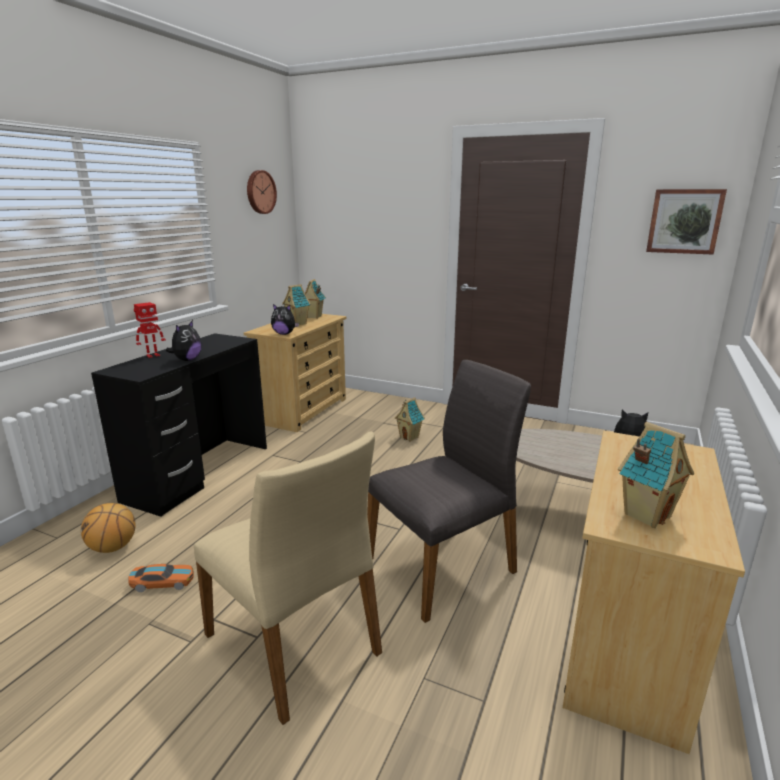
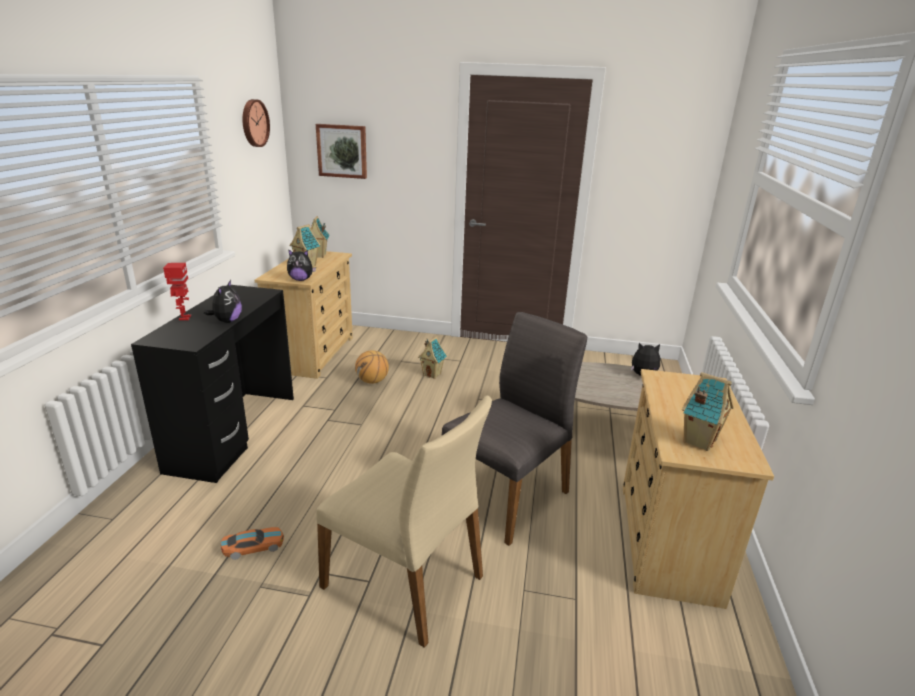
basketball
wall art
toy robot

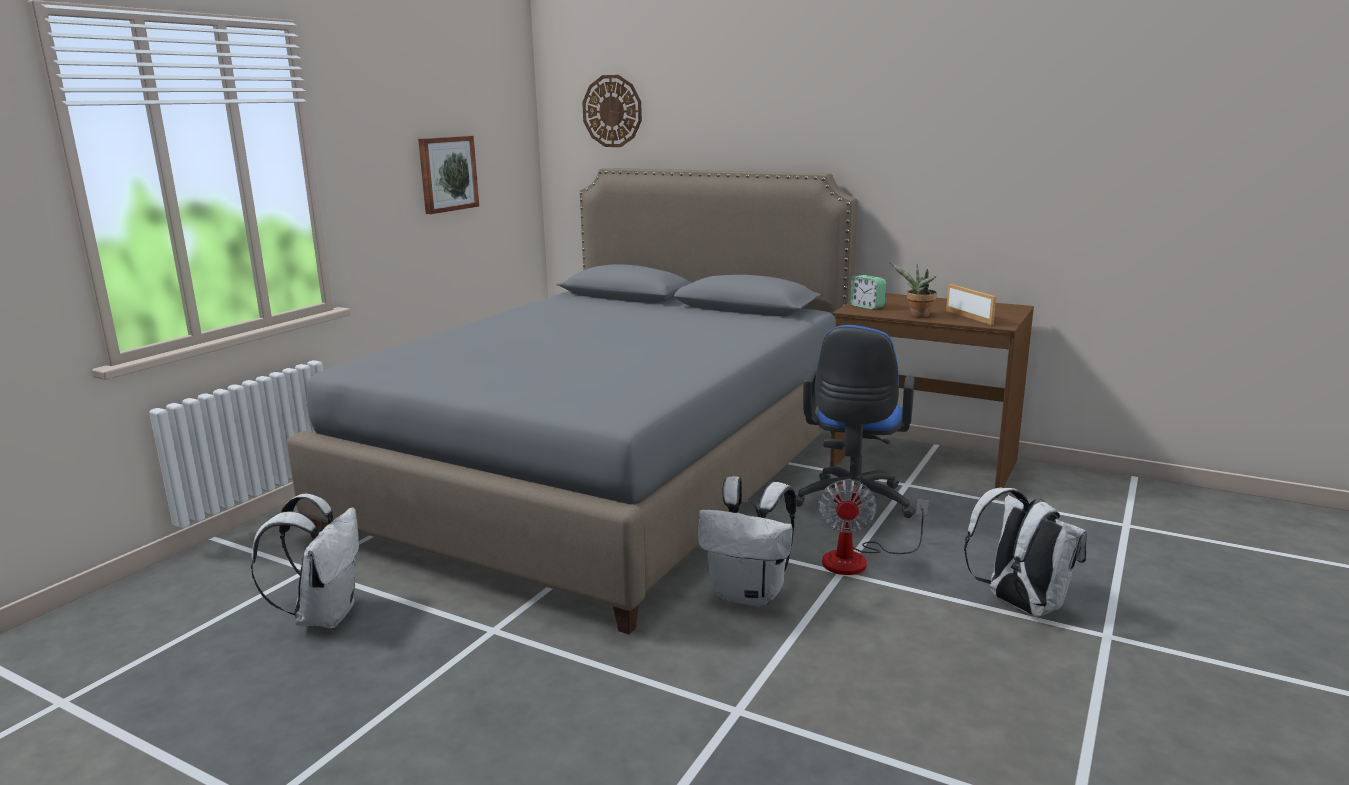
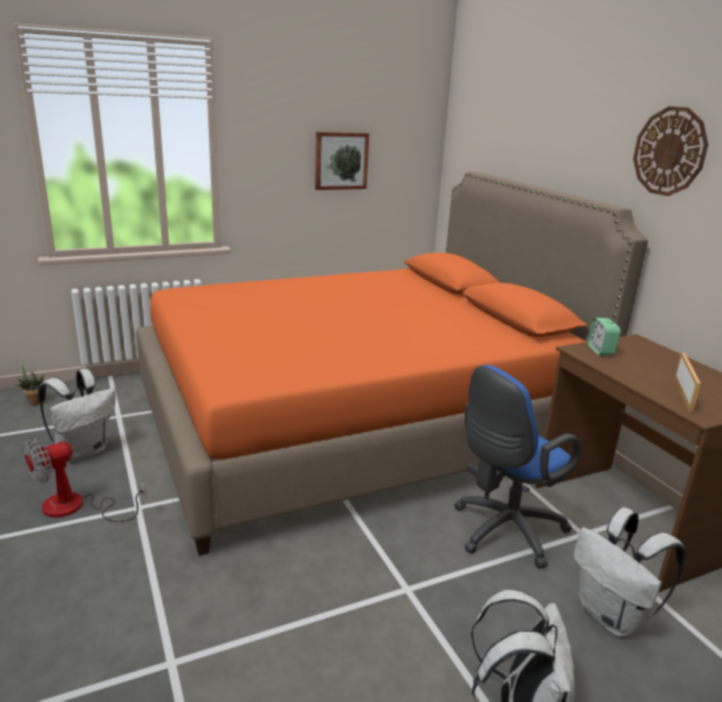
clock on the wall
white-coloured knapsack (3rd from left)
electric fan
plant in a pot
orange-coloured sleeping bed

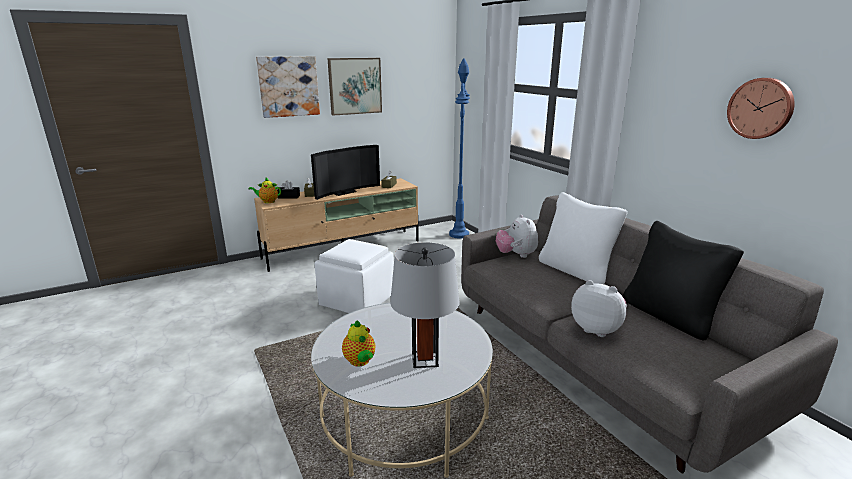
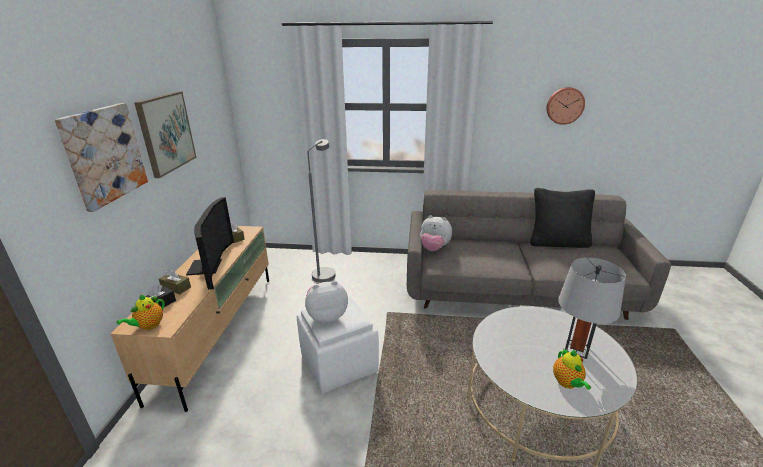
blue standard lamp
white-coloured throw pillow
grey standard lamp
cuddly toy (1st from left)
pot for tea (2nd from left)

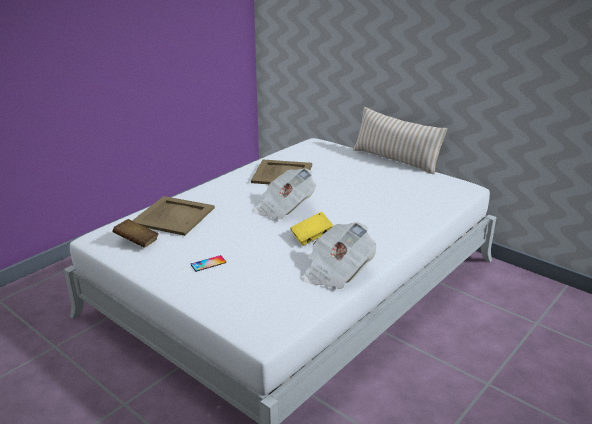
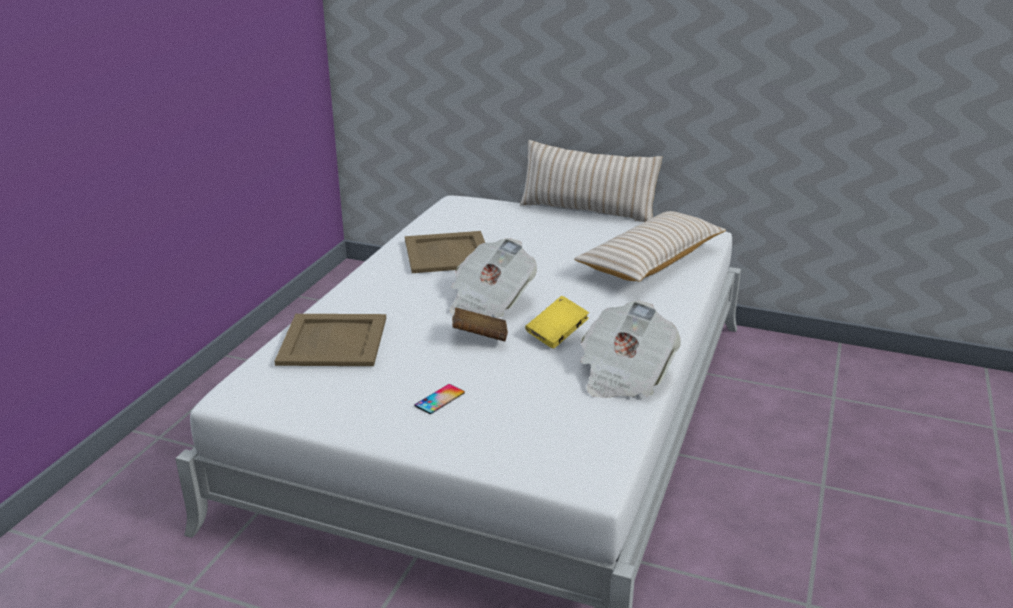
sand-coloured throw pillow (2nd from left)
brownish book

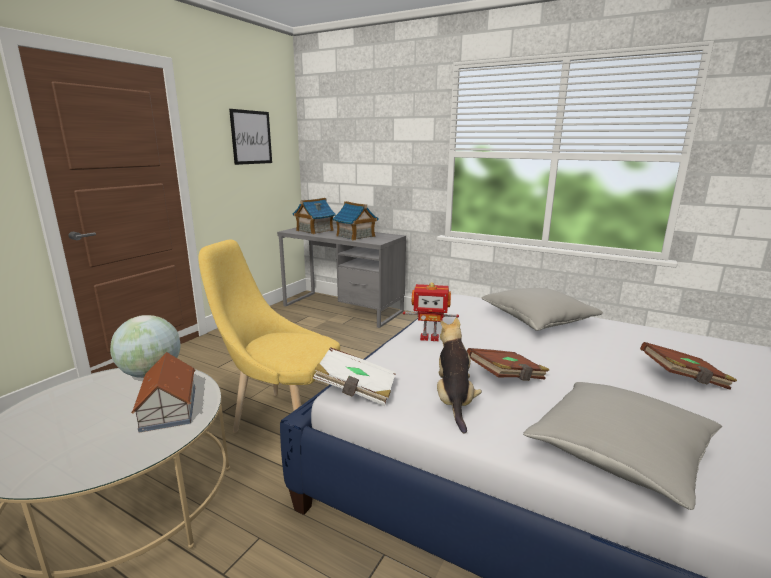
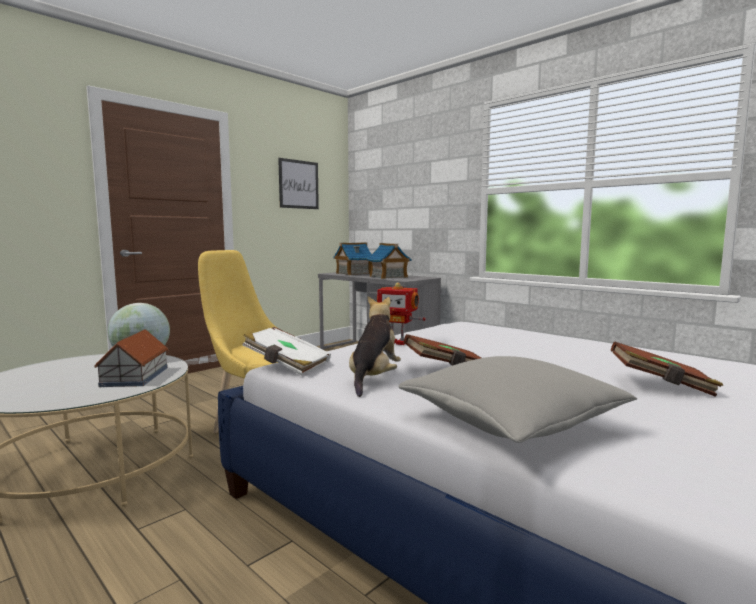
grey throw pillow (1st from left in the first image)

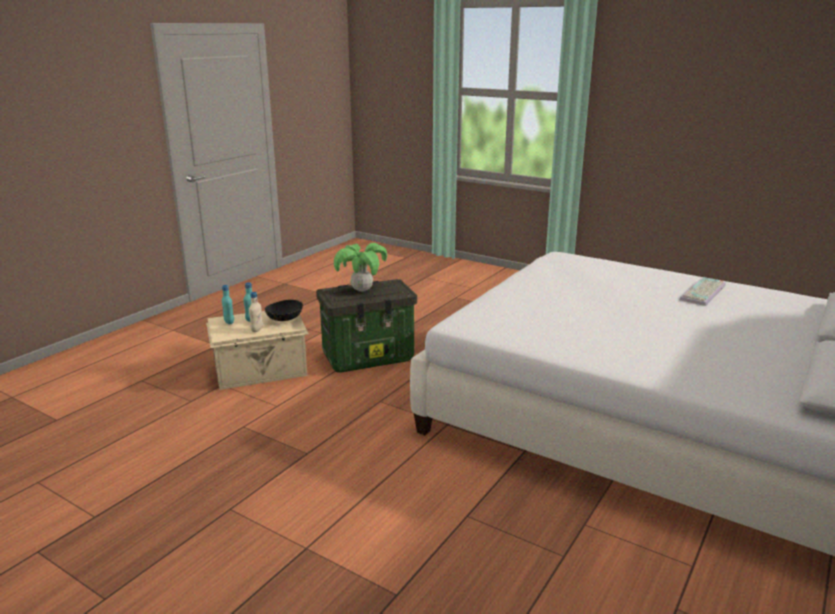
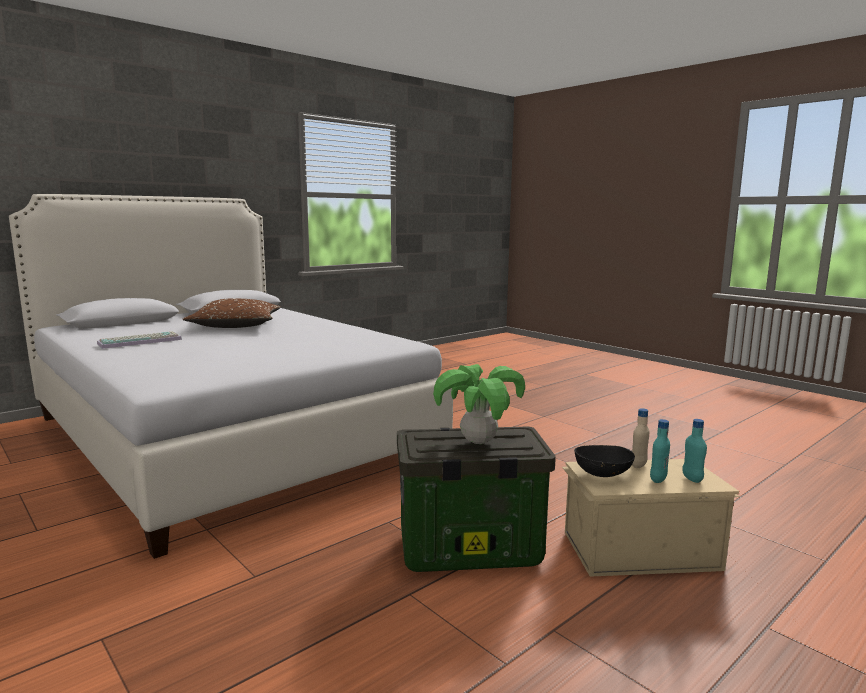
brownish throw pillow

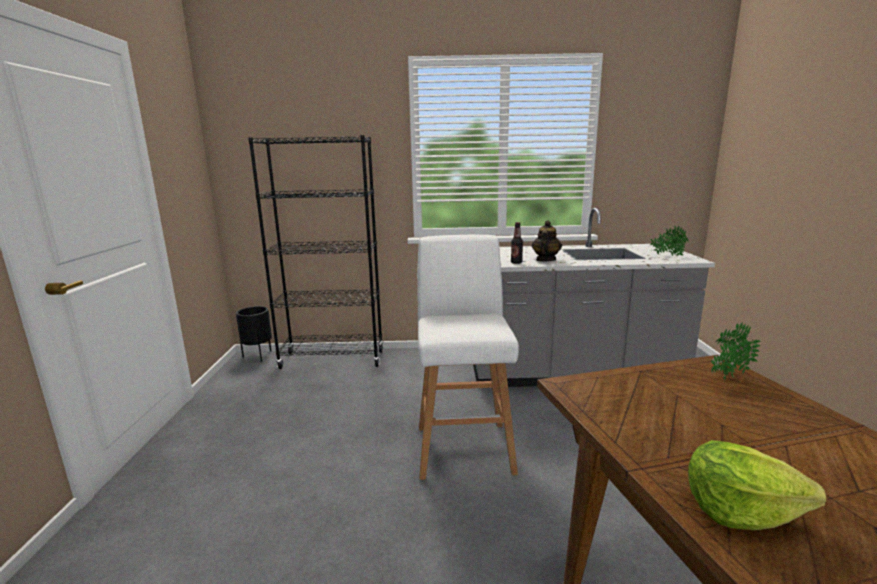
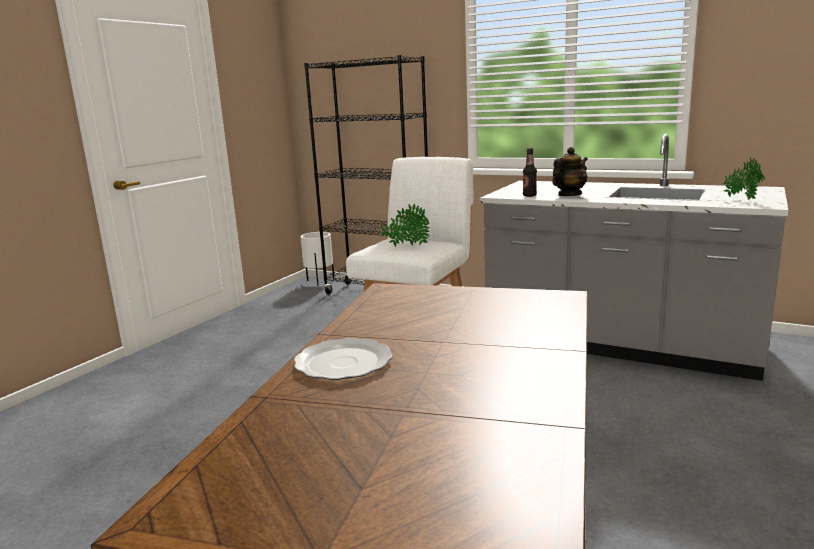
plant in a pot (1st from left)
plate
white-coloured flower pot

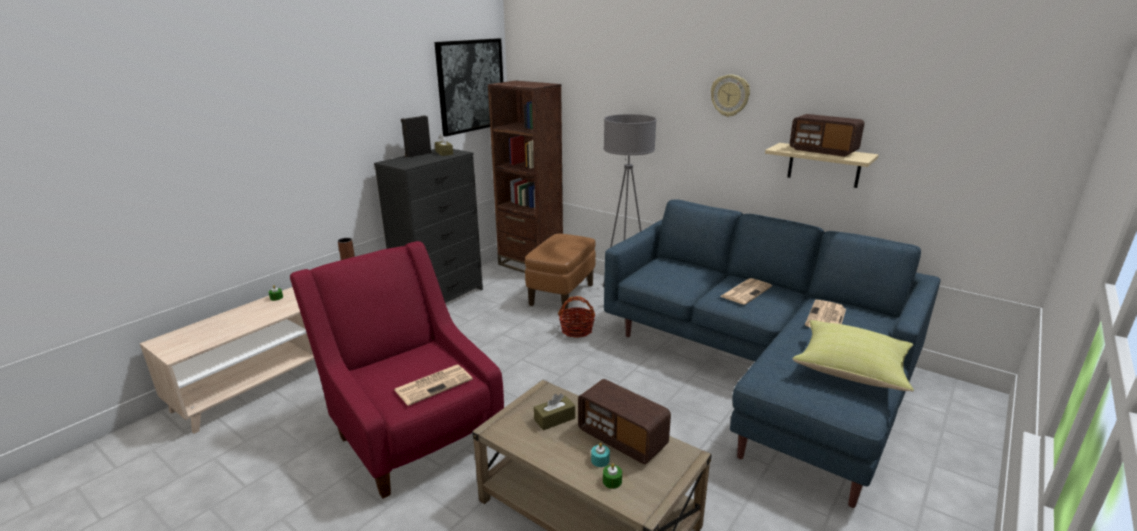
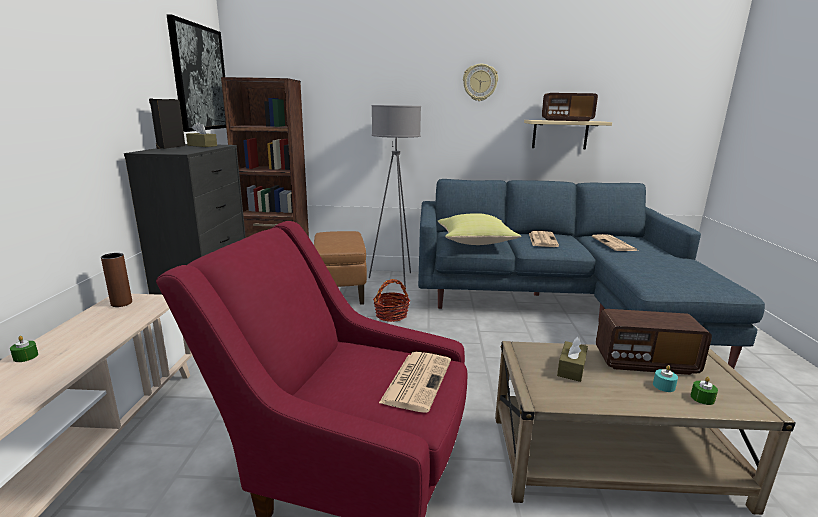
yellow-coloured throw pillow

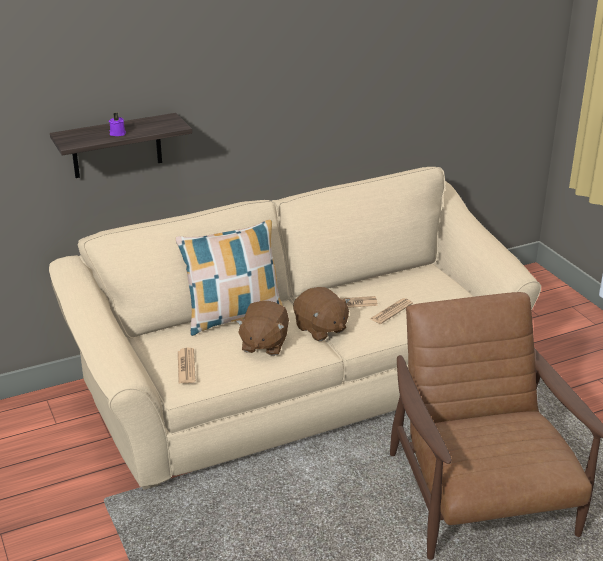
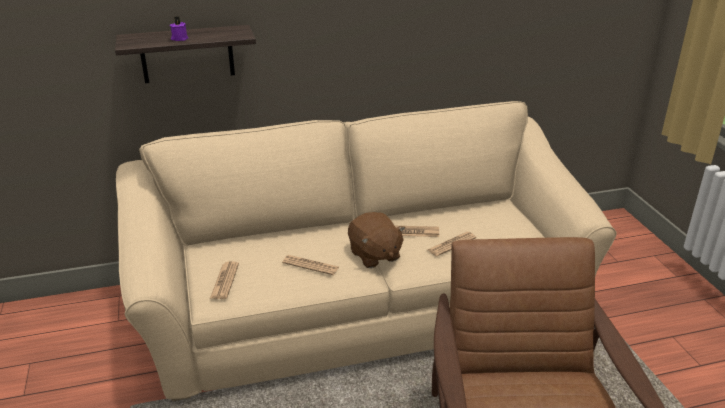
throw pillow
newspaper (2nd from left)

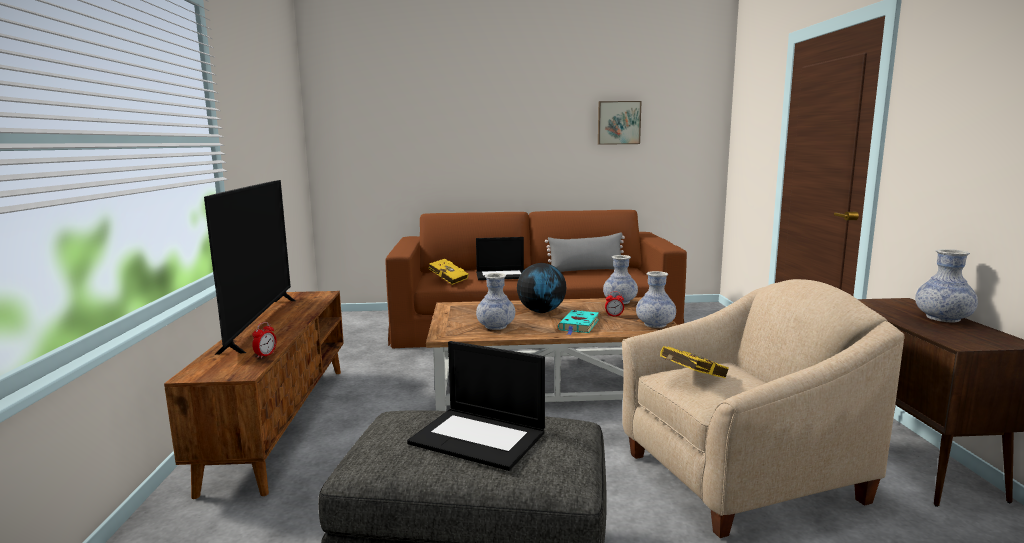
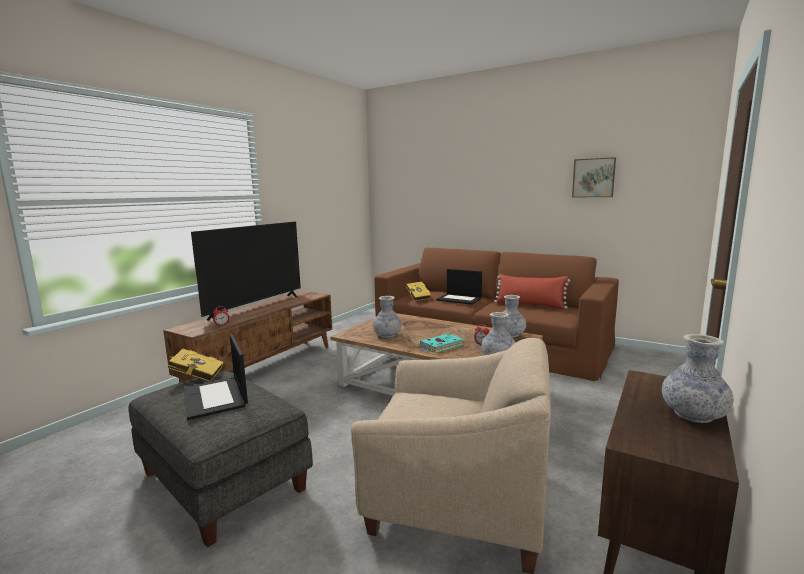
globe
yellow-coloured book (1st from left)
red-coloured throw pillow

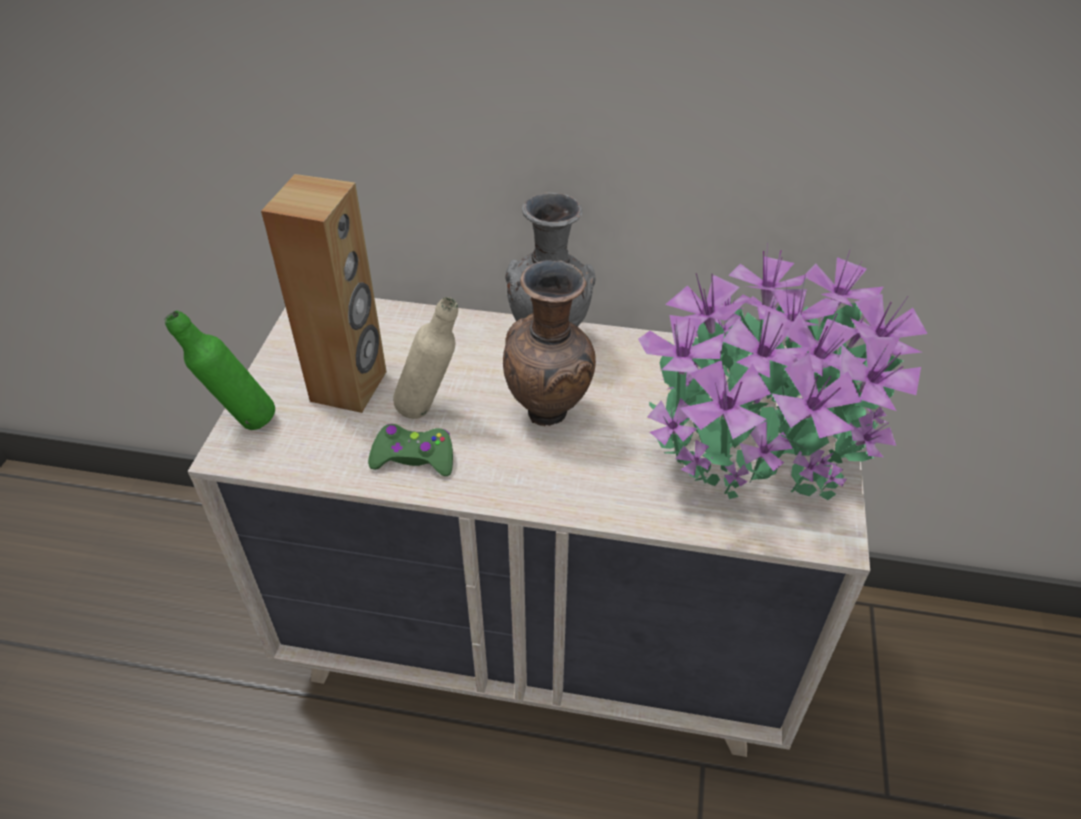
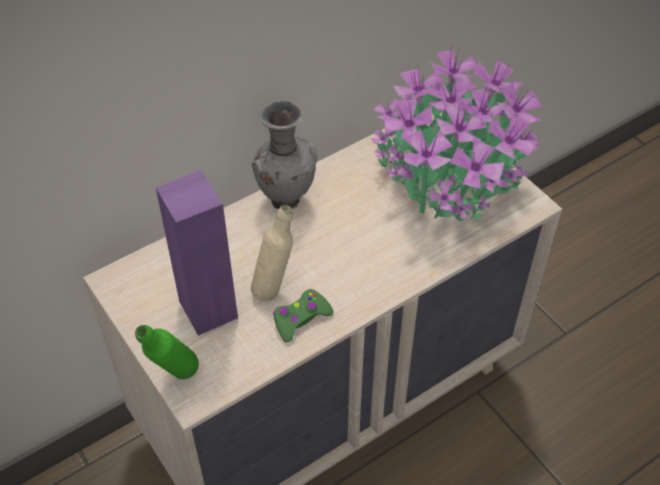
brownish flower vase
purplish loudspeaker

